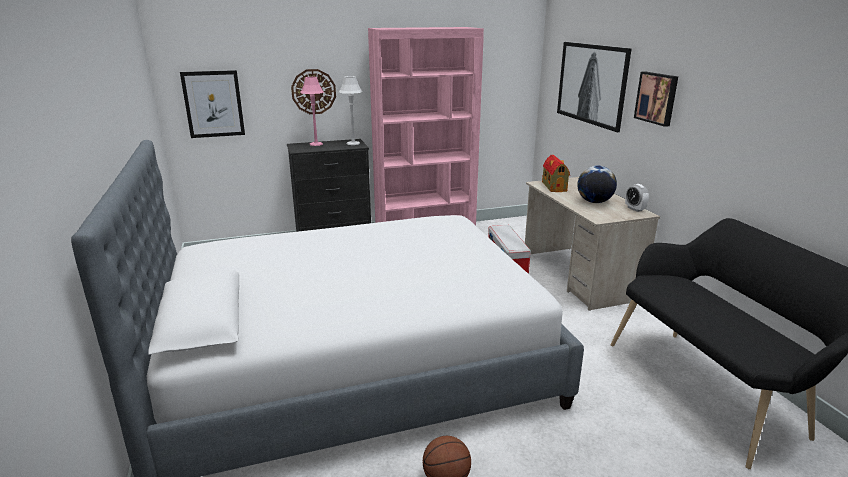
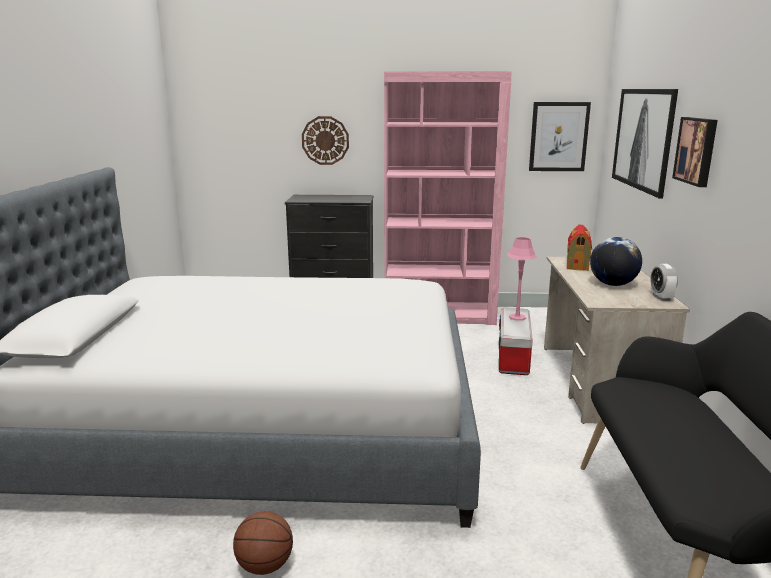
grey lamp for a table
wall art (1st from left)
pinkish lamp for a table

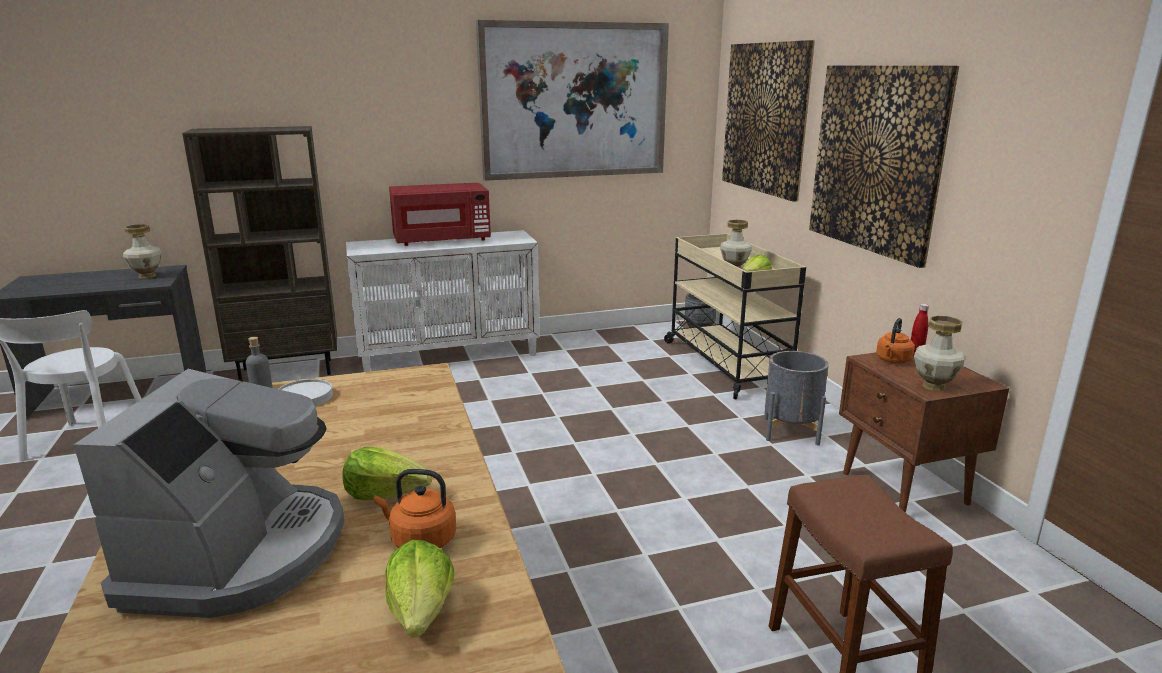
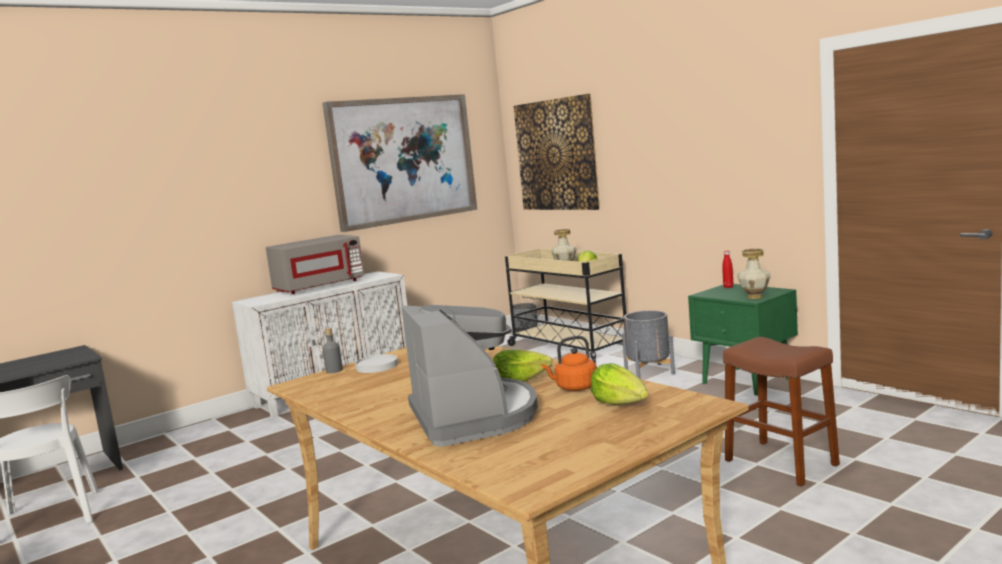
flower vase (1st from left in the first image)
brownish bookcase
wall art (3rd from left in the first image)
orange-coloured tea kettle (2nd from left in the first image)
grey kitchen microwave
greenish nightstand

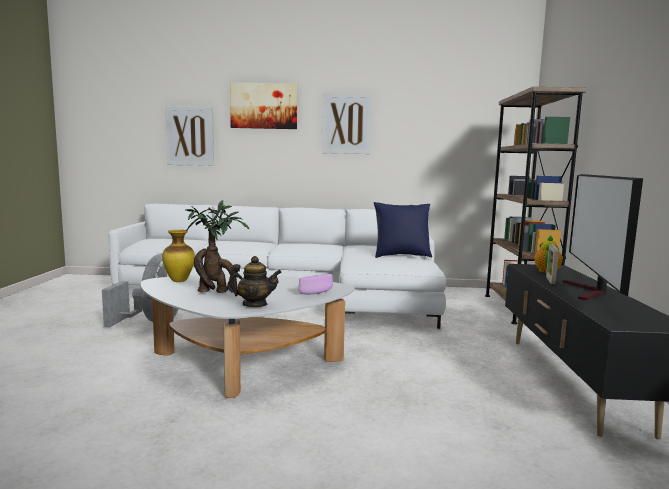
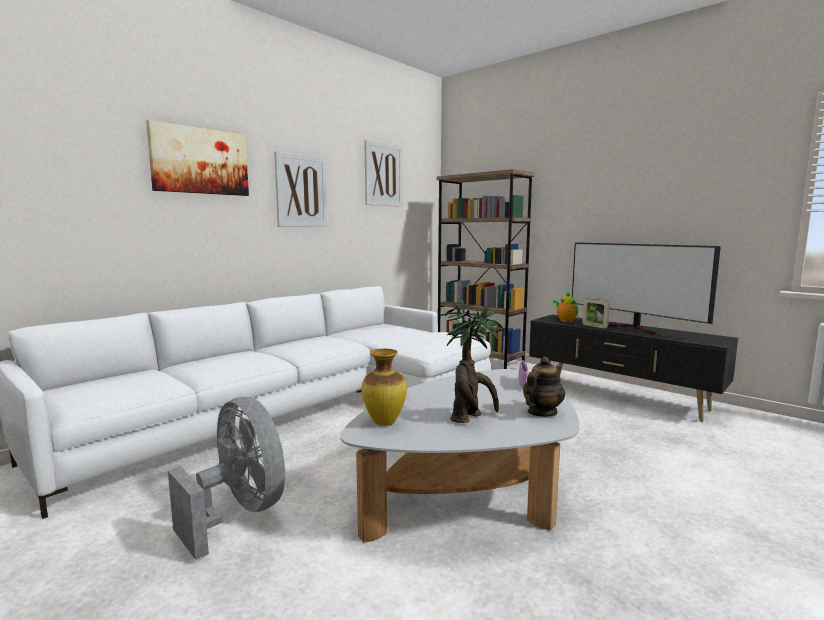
blue throw pillow
wall art (3rd from left)

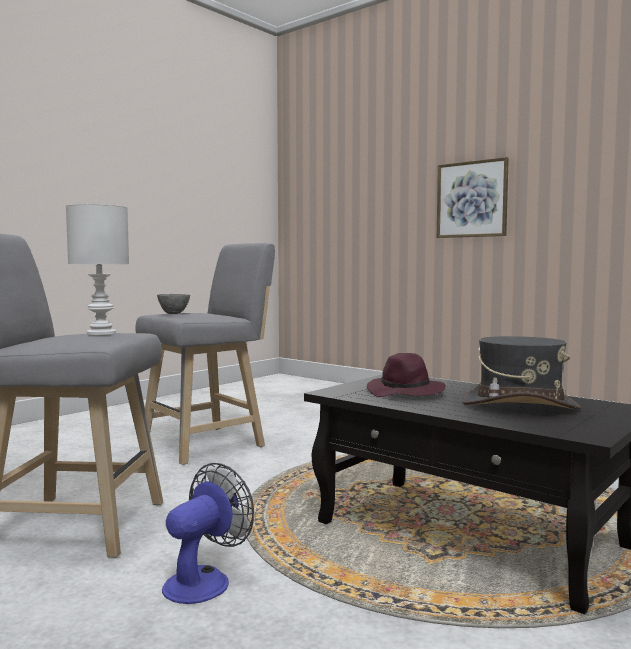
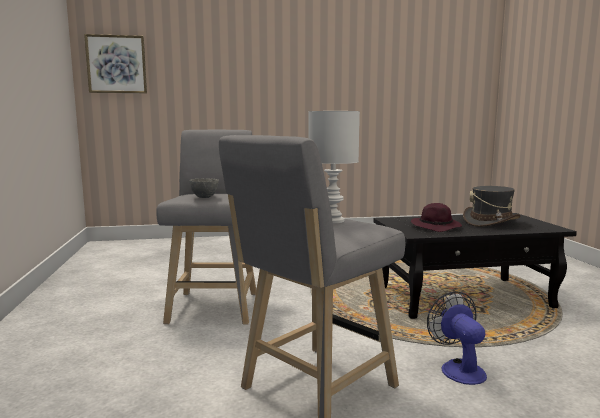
wall art

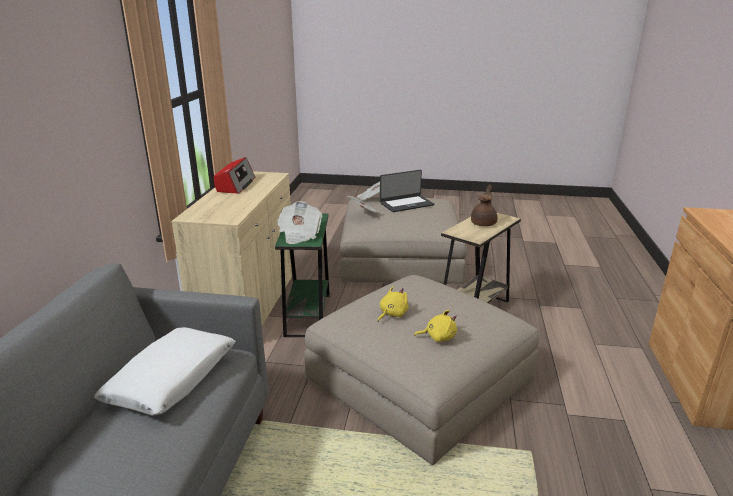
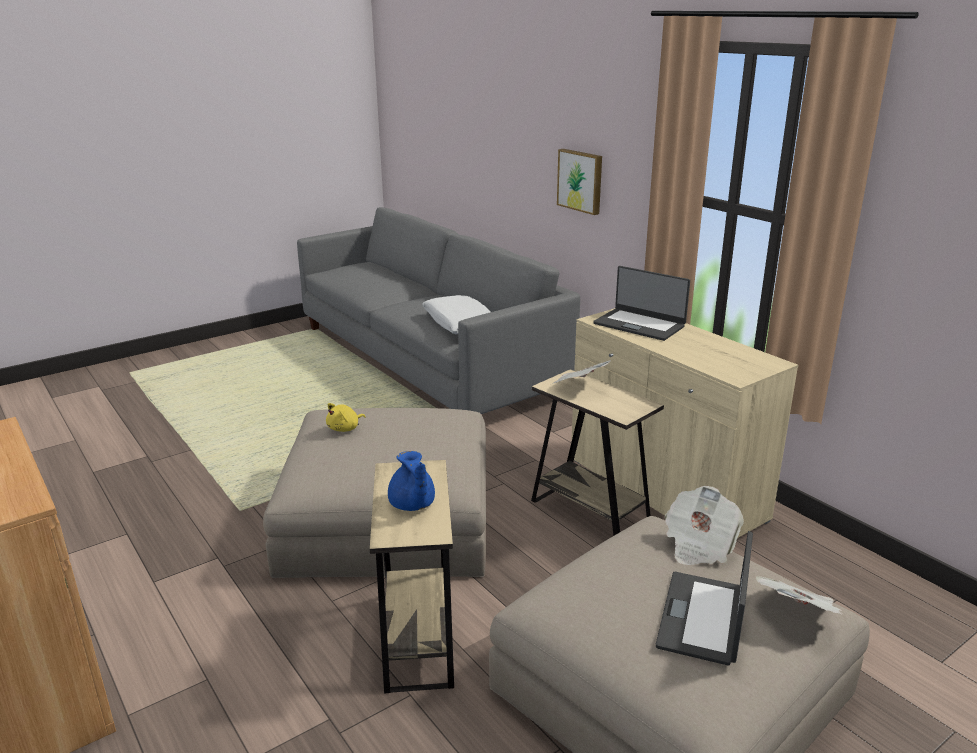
radio receiver
yellow-coloured cuddly toy (1st from left in the first image)
wall art
laptop (1st from left)
sand-coloured side table (2nd from left)
blue pot for tea

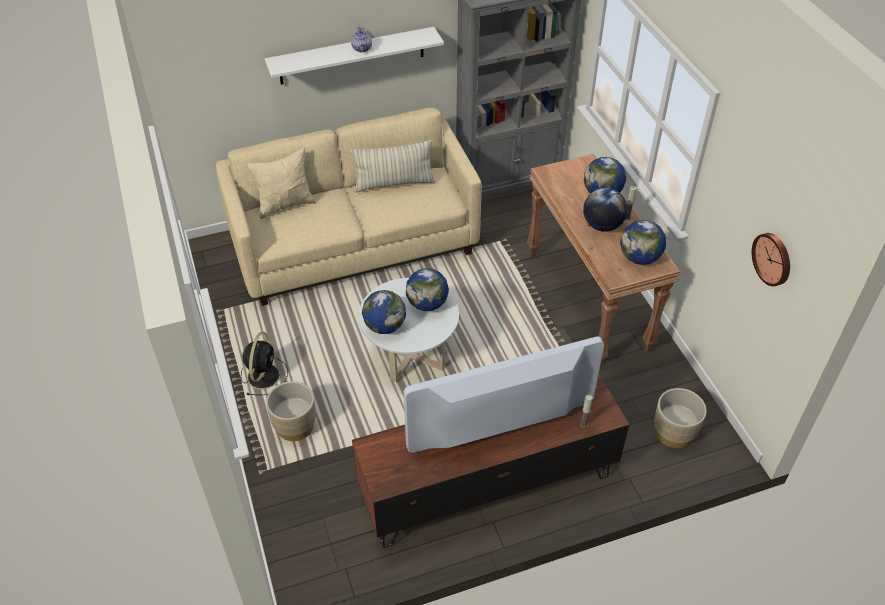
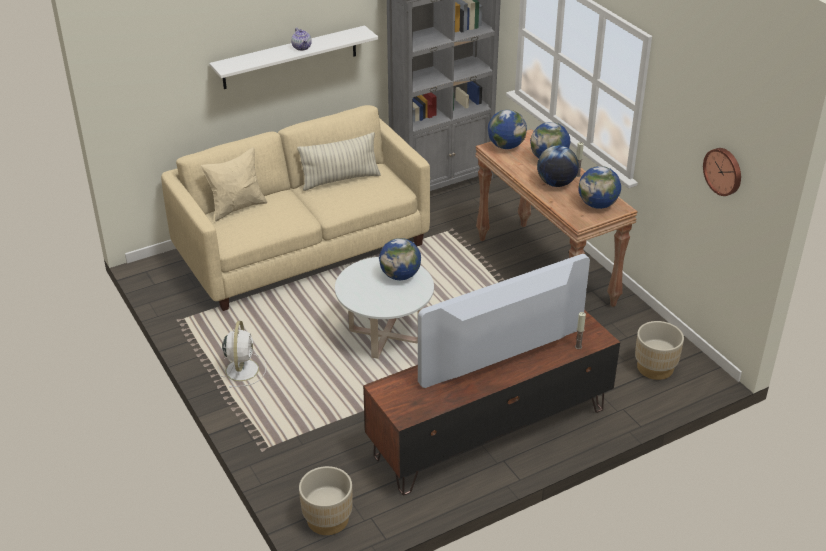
sand-coloured flower pot (1st from left)
globe (2nd from left)
white-coloured electric fan

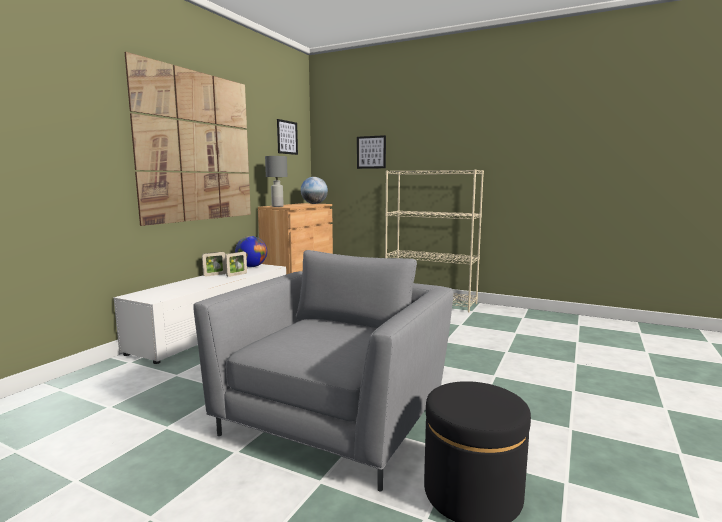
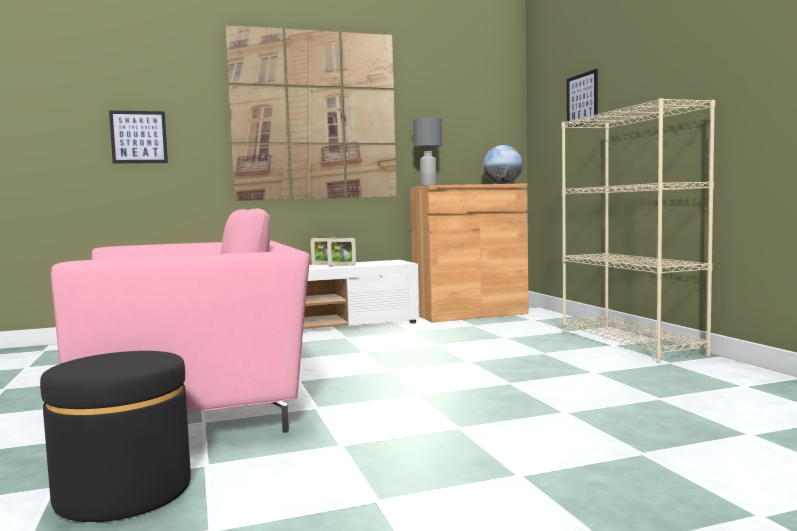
globe (1st from left in the first image)
wall art (1st from left)
pinkish easy chair

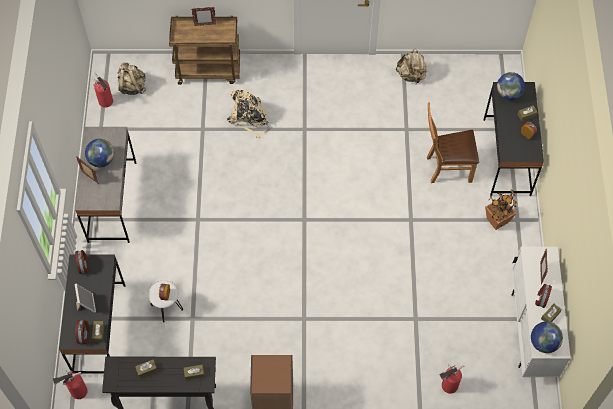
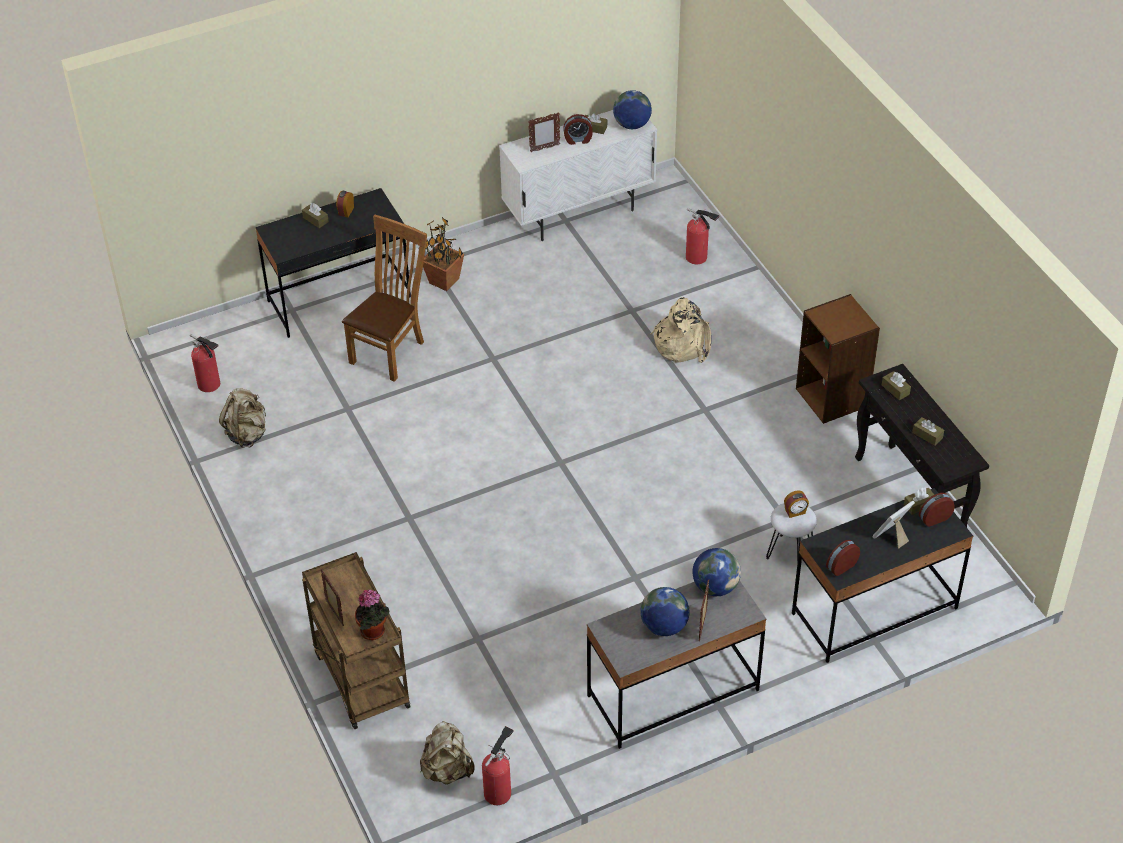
plant in a pot (1st from left)
fire-fighting cylinder (1st from left)
sand-coloured knapsack (3rd from left)
globe (3rd from left)
brownish plain chair

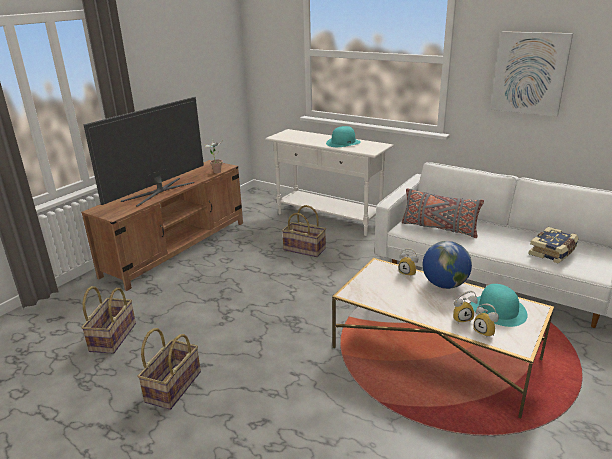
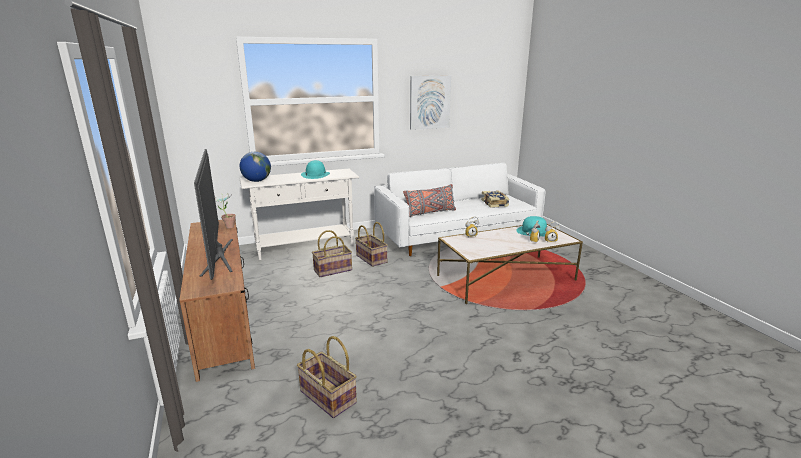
household basket (3rd from left)
globe

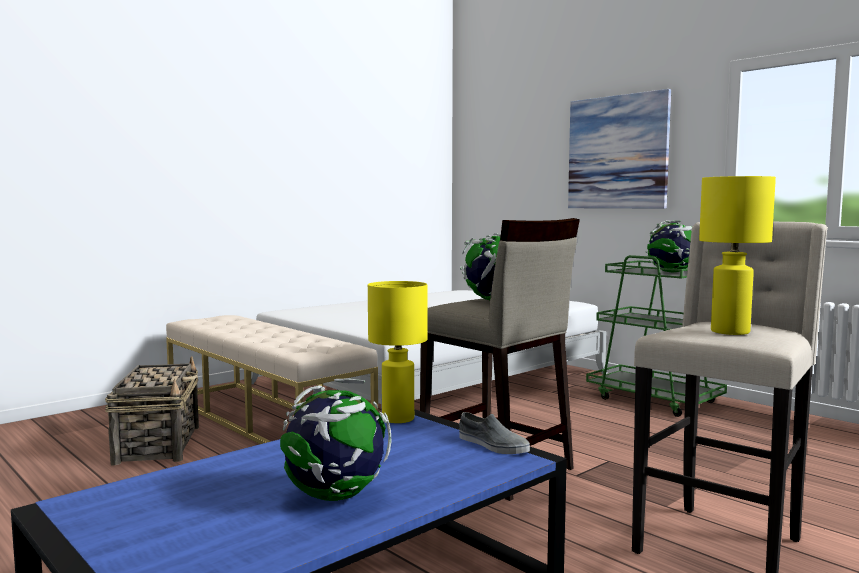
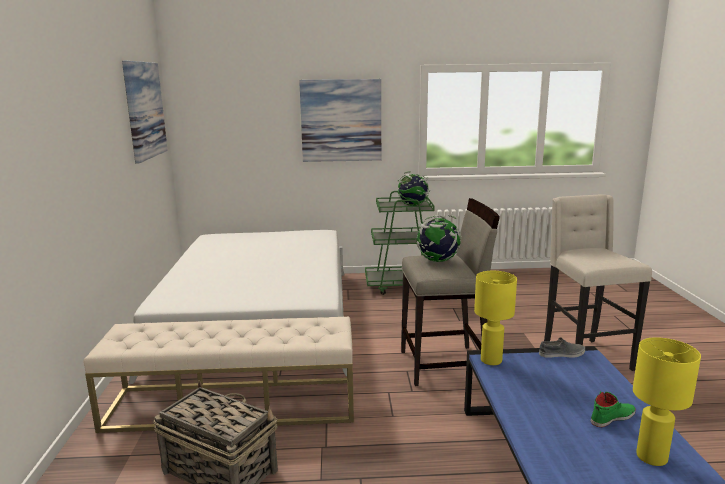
wall art (1st from left)
yellow-coloured lamp for a table (2nd from left)
greenish shoe

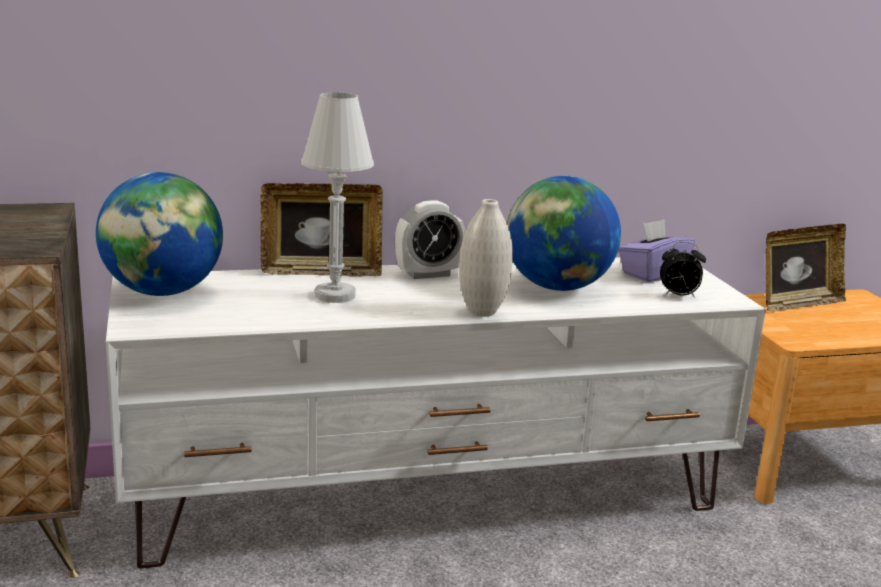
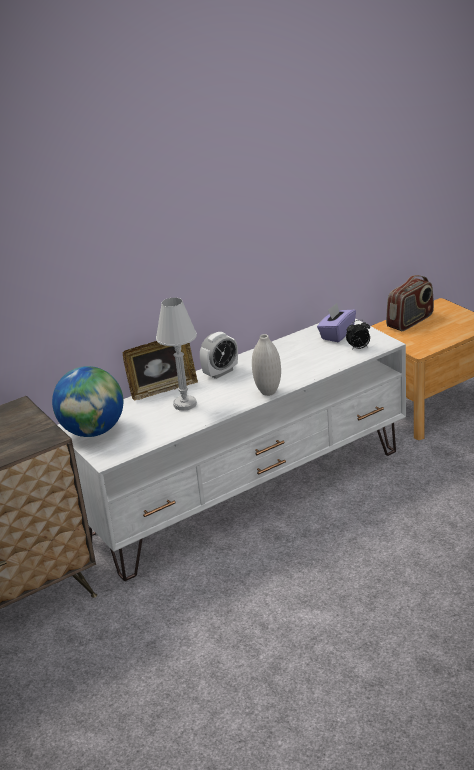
globe (2nd from left in the first image)
radio receiver

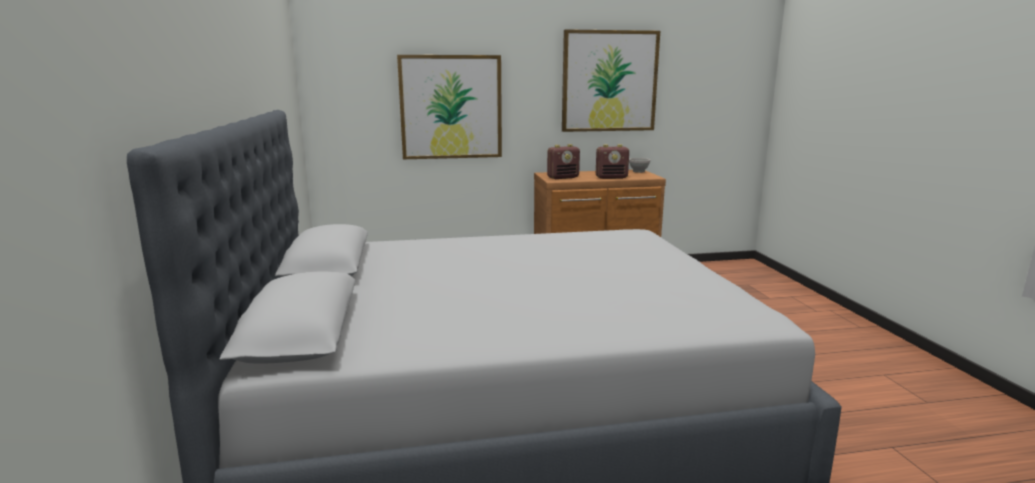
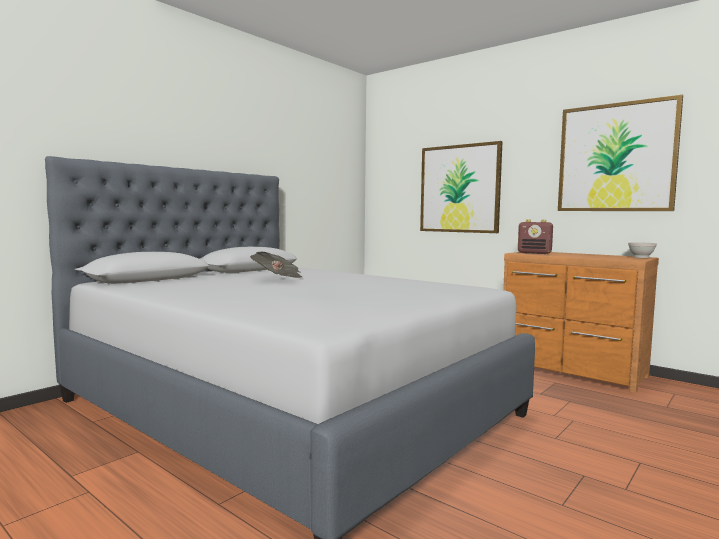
radio receiver (2nd from left in the first image)
newspaper

